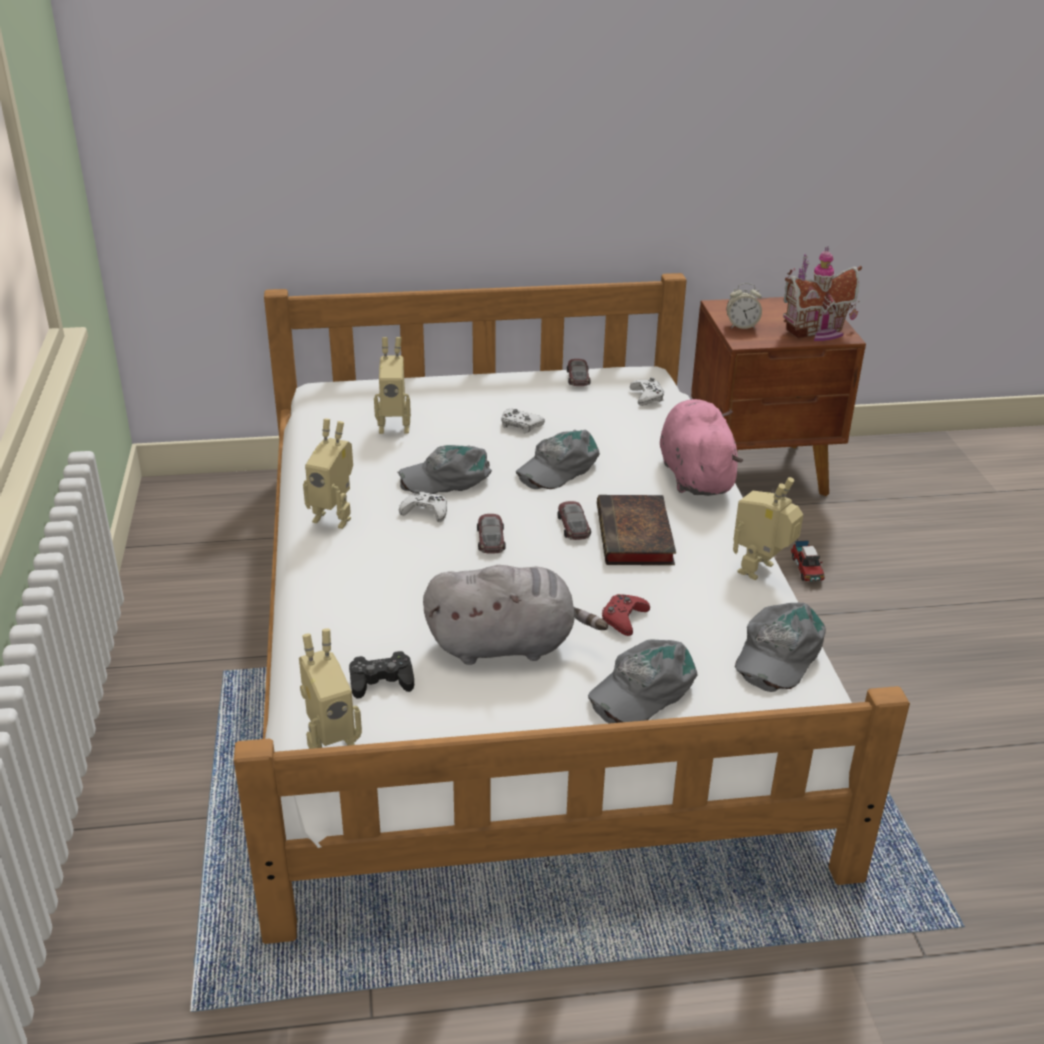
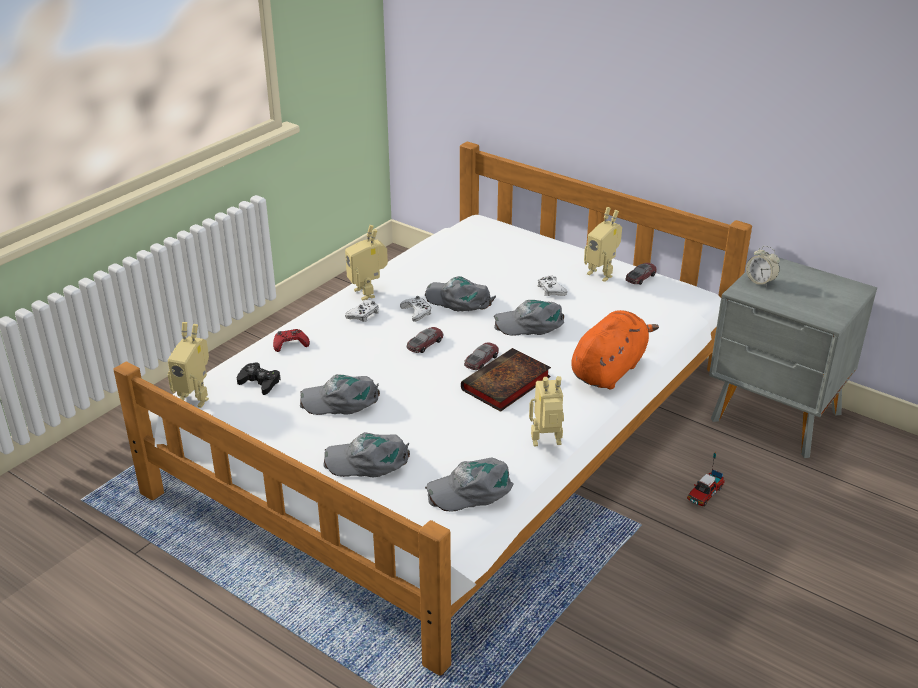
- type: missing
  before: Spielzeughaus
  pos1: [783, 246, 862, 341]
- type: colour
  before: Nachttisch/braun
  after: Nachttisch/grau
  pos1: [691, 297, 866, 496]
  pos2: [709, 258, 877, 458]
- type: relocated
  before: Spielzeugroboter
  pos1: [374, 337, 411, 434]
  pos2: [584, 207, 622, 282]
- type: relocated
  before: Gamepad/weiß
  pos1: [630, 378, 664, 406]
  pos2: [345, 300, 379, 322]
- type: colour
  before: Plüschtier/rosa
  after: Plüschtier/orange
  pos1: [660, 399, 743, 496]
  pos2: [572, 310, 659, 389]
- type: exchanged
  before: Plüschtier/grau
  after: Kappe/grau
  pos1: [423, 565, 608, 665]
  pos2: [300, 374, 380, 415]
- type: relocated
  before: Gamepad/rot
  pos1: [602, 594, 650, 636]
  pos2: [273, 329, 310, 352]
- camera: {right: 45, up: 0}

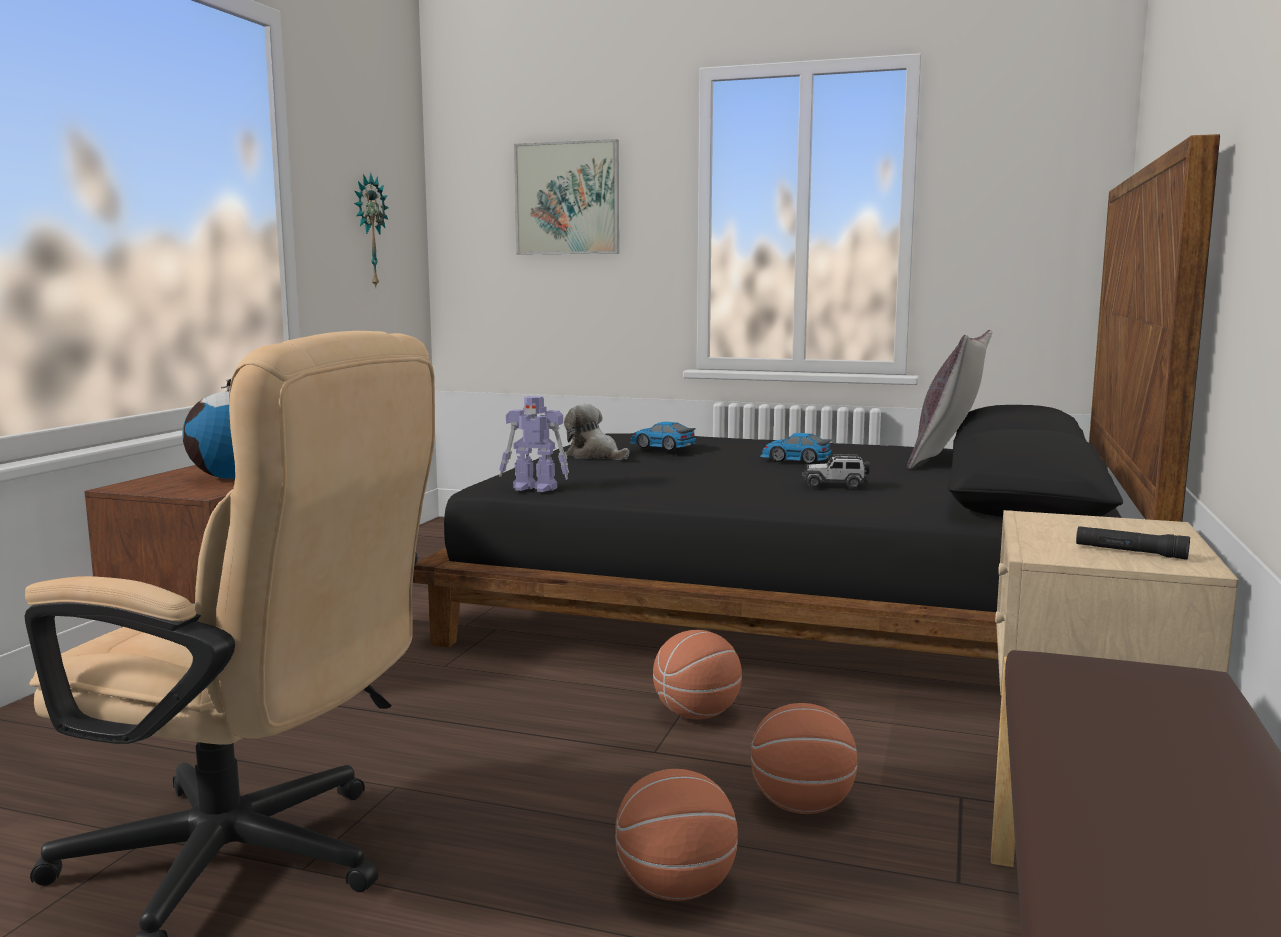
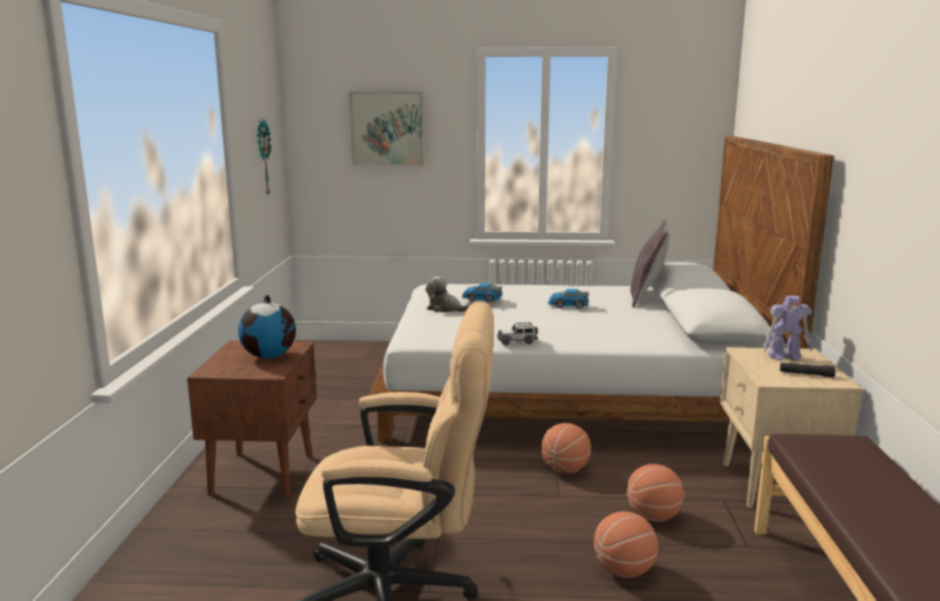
- type: colour
  before: Bett/schwarz
  after: Bett/weiß
  pos1: [413, 134, 1220, 660]
  pos2: [368, 136, 833, 442]
- type: relocated
  before: Spielzeugroboter
  pos1: [499, 396, 569, 492]
  pos2: [764, 296, 812, 361]
- type: relocated
  before: Spielzeugauto
  pos1: [802, 454, 870, 489]
  pos2: [497, 322, 538, 345]
- camera: {right: -15, up: 5}

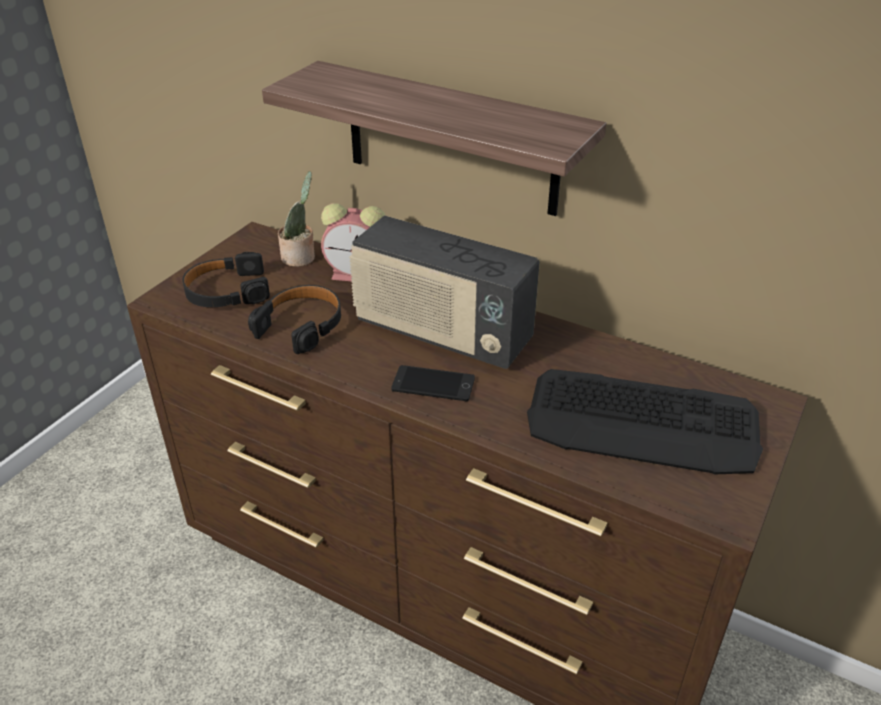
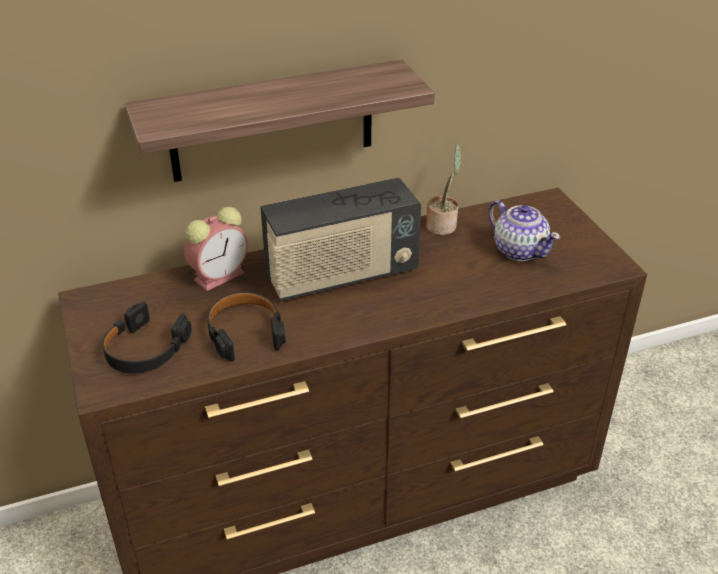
- type: relocated
  before: Topfpflanze
  pos1: [278, 171, 315, 267]
  pos2: [426, 144, 461, 235]
- type: missing
  before: Handy
  pos1: [391, 365, 475, 402]
- type: exchanged
  before: Tastatur
  after: Teekanne
  pos1: [527, 369, 763, 475]
  pos2: [488, 200, 560, 261]
- camera: {right: -50, up: 0}

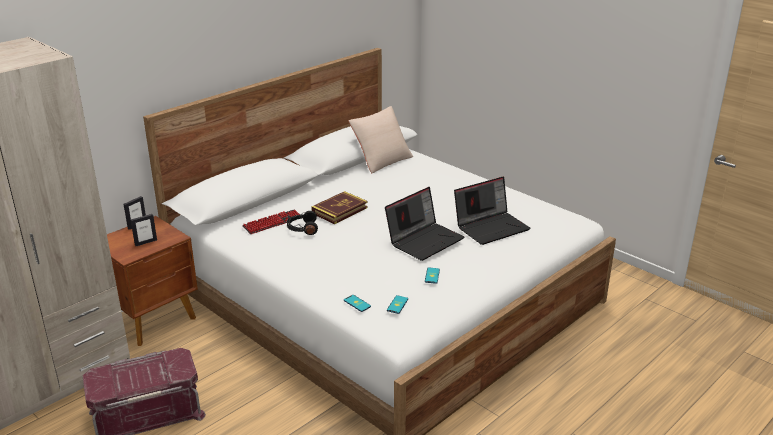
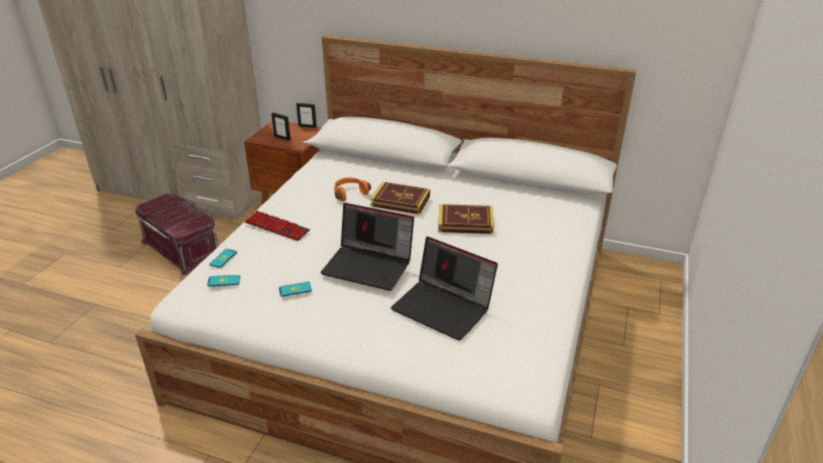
- type: missing
  before: Kissen/beige
  pos1: [349, 106, 413, 173]
- type: relocated
  before: Tastatur
  pos1: [242, 209, 300, 234]
  pos2: [245, 211, 310, 241]
- type: colour
  before: Kopfhörer/schwarz
  after: Kopfhörer/orange
  pos1: [287, 211, 318, 235]
  pos2: [334, 178, 371, 201]
- type: appeared
  after: Buch
  pos2: [438, 204, 494, 234]
- camera: {right: 65, up: 5}

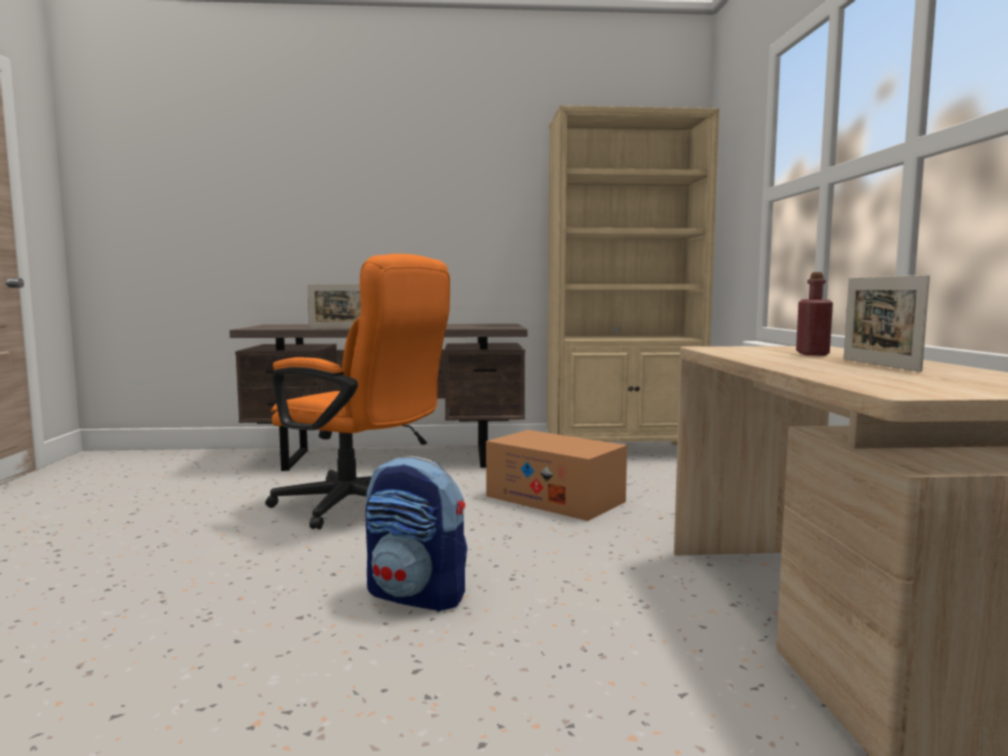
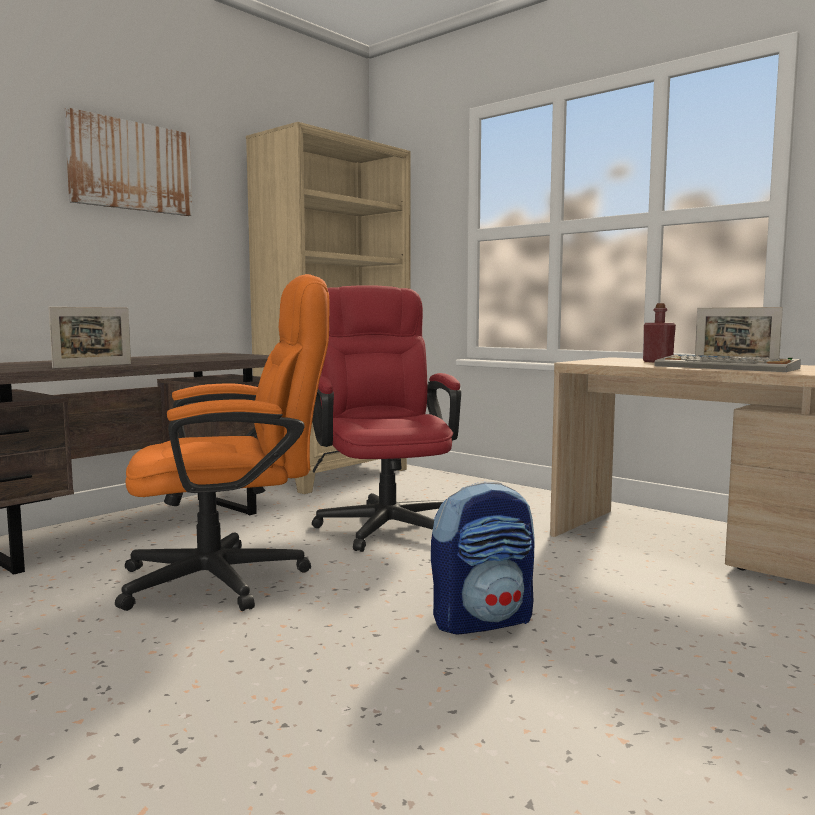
- type: exchanged
  before: Karton
  after: Bürostuhl/rot
  pos1: [486, 430, 627, 521]
  pos2: [312, 285, 461, 552]
- type: appeared
  after: Bild
  pos2: [64, 107, 192, 216]
- type: appeared
  after: Tastatur
  pos2: [654, 354, 801, 372]
- camera: {right: -45, up: 0}

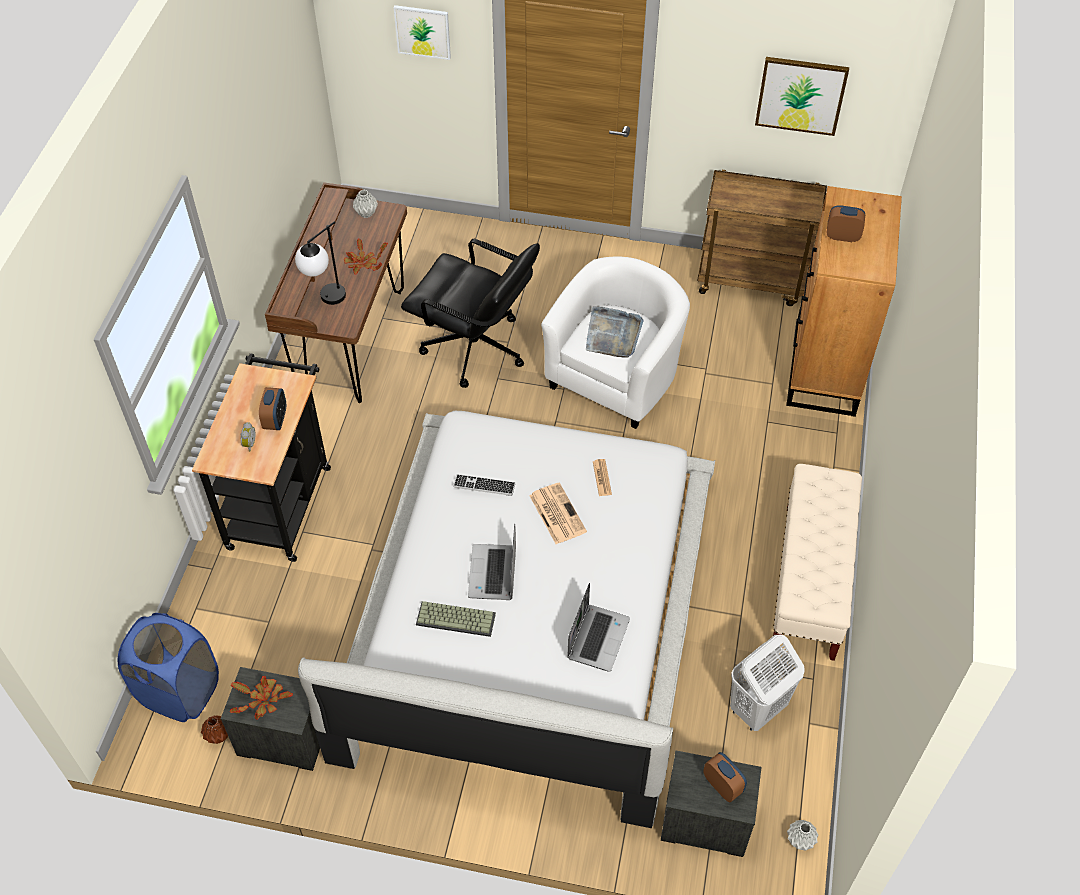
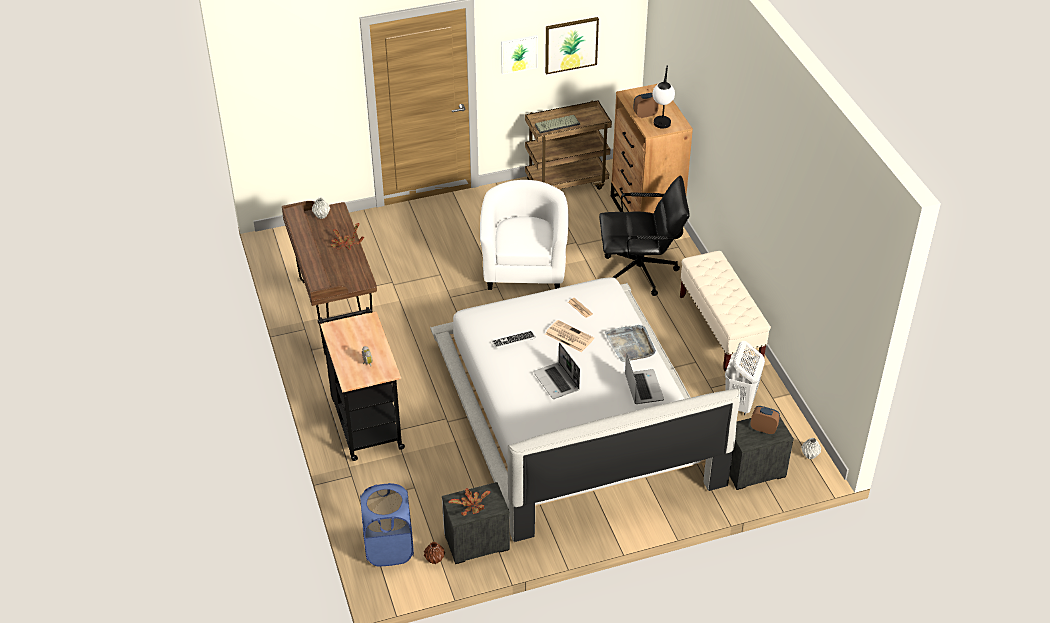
- type: relocated
  before: Bild
  pos1: [394, 5, 451, 60]
  pos2: [501, 35, 538, 75]
- type: relocated
  before: Tischlampe
  pos1: [295, 221, 346, 305]
  pos2: [652, 65, 675, 129]
- type: relocated
  before: Bürostuhl/schwarz
  pos1: [401, 239, 540, 388]
  pos2: [599, 176, 690, 296]
- type: relocated
  before: Tablett/grau
  pos1: [586, 306, 644, 358]
  pos2: [605, 325, 656, 362]
- type: missing
  before: Wecker
  pos1: [259, 387, 286, 430]
- type: relocated
  before: Tastatur
  pos1: [416, 601, 496, 637]
  pos2: [535, 115, 580, 134]
- camera: {right: -30, up: -10}

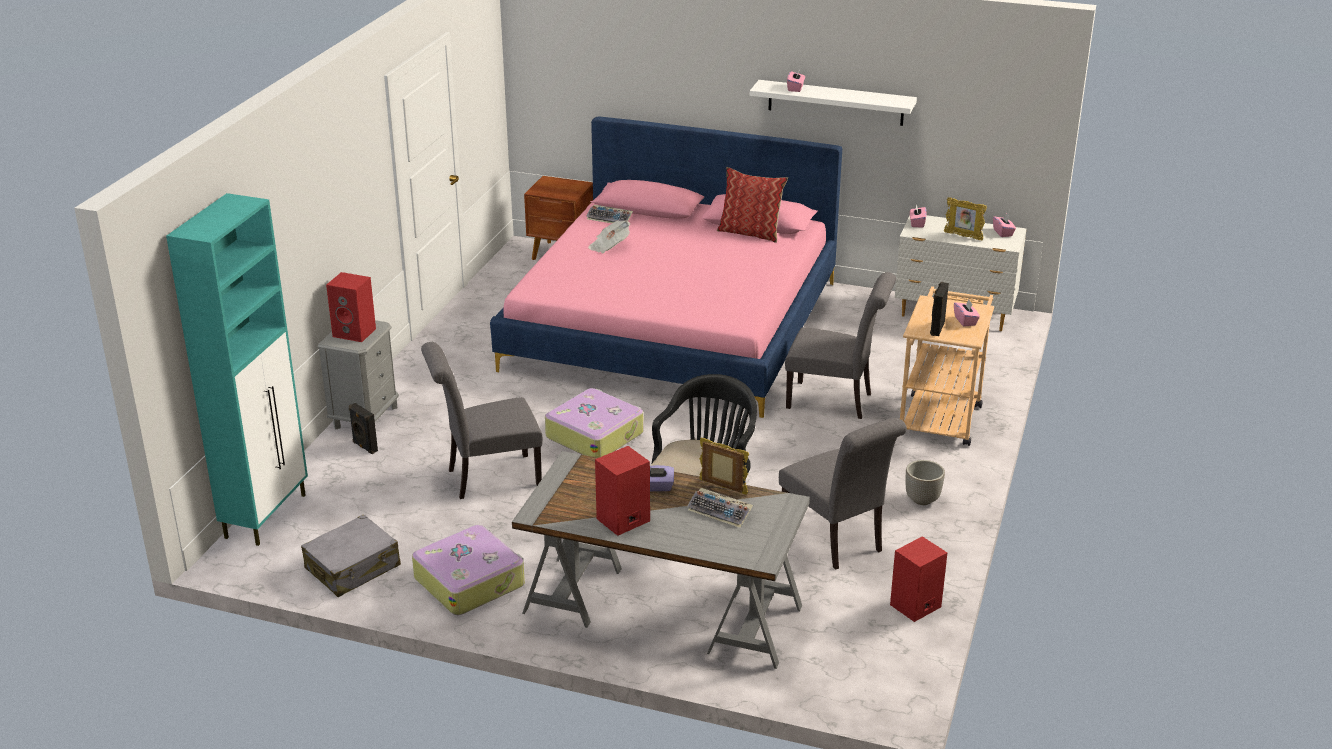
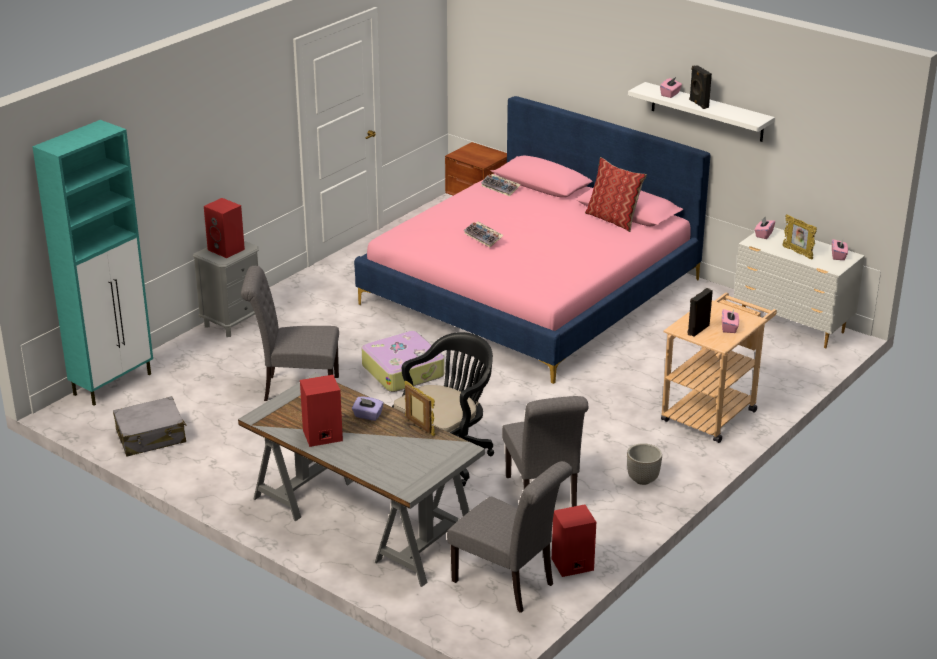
- type: missing
  before: Zeitung
  pos1: [588, 221, 630, 253]
- type: relocated
  before: Stuhl/grau
  pos1: [785, 272, 896, 419]
  pos2: [447, 461, 573, 613]
- type: relocated
  before: Lautsprecher/schwarz
  pos1: [349, 403, 378, 454]
  pos2: [689, 65, 712, 109]
- type: relocated
  before: Tastatur
  pos1: [687, 488, 753, 528]
  pos2: [463, 221, 504, 247]
- type: missing
  before: Koffer
  pos1: [412, 525, 525, 615]
- camera: {right: 20, up: 0}

